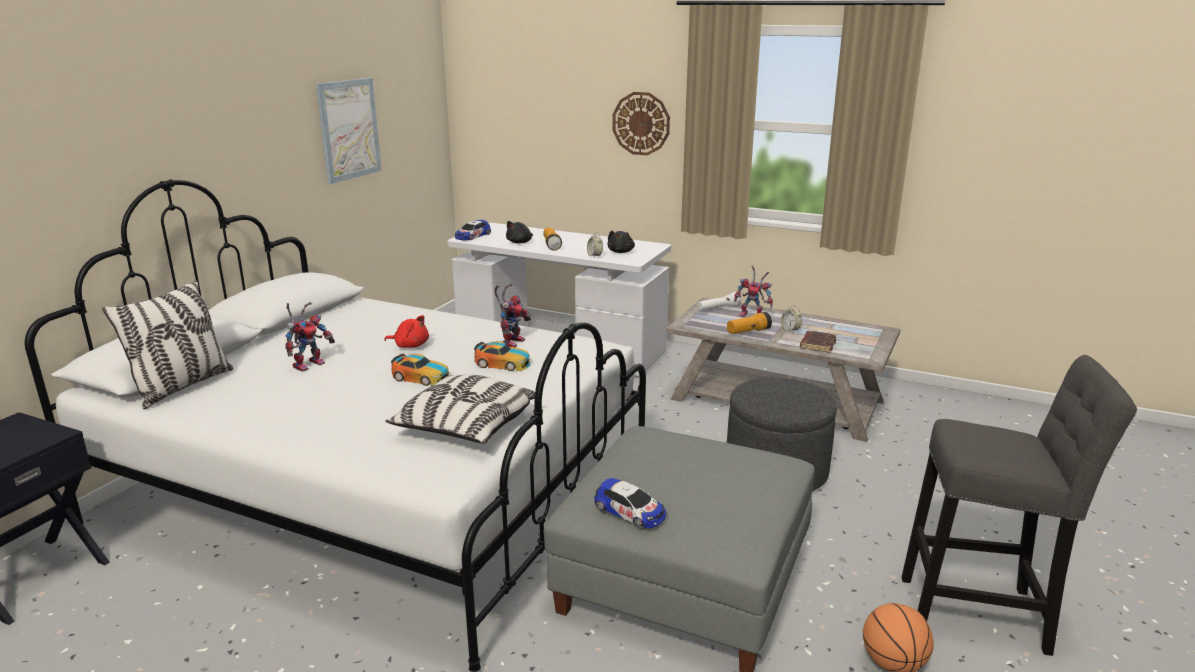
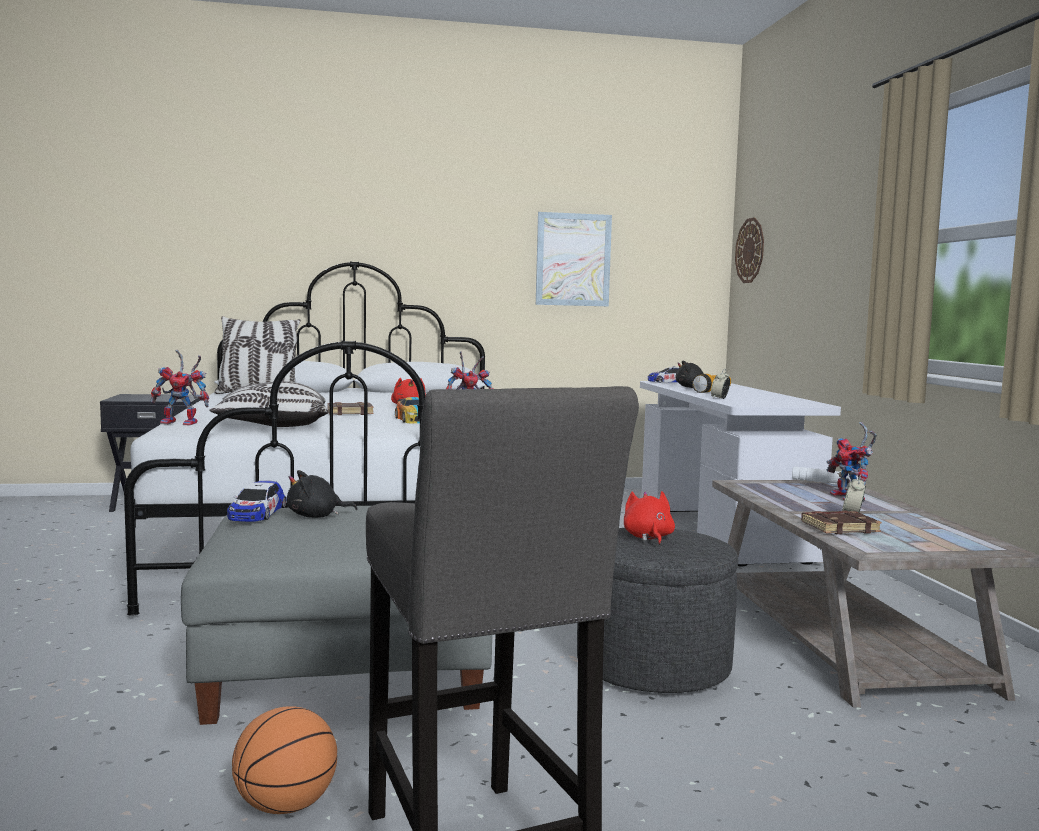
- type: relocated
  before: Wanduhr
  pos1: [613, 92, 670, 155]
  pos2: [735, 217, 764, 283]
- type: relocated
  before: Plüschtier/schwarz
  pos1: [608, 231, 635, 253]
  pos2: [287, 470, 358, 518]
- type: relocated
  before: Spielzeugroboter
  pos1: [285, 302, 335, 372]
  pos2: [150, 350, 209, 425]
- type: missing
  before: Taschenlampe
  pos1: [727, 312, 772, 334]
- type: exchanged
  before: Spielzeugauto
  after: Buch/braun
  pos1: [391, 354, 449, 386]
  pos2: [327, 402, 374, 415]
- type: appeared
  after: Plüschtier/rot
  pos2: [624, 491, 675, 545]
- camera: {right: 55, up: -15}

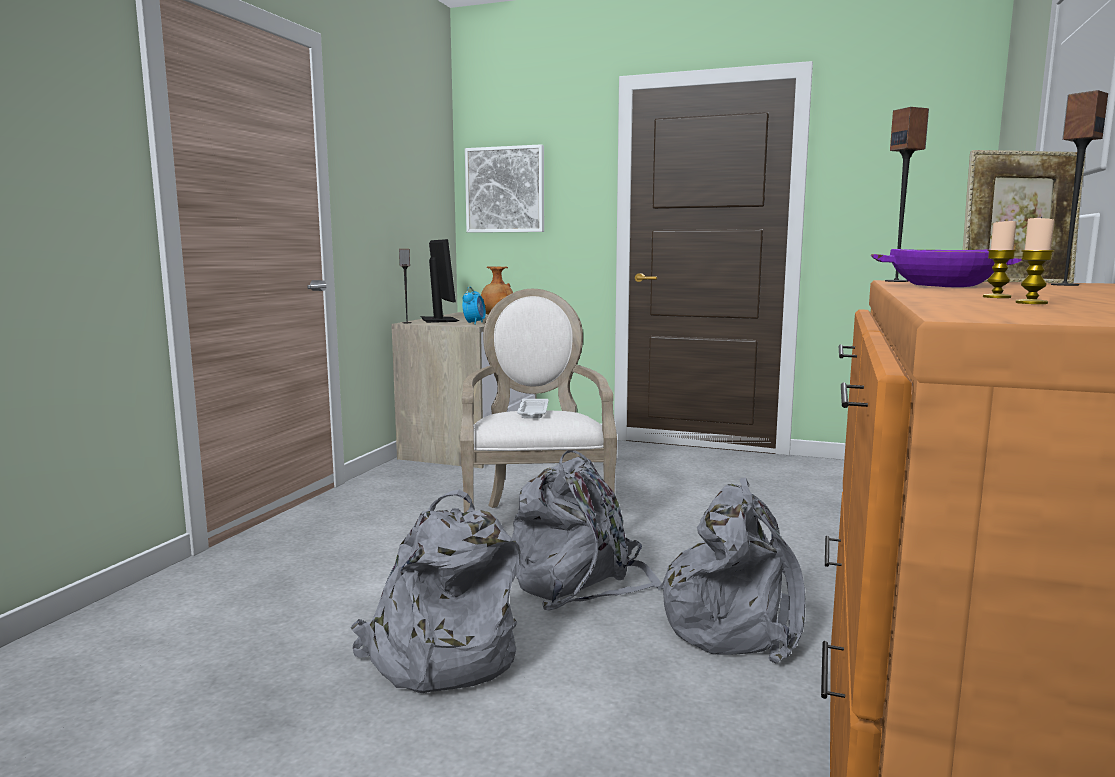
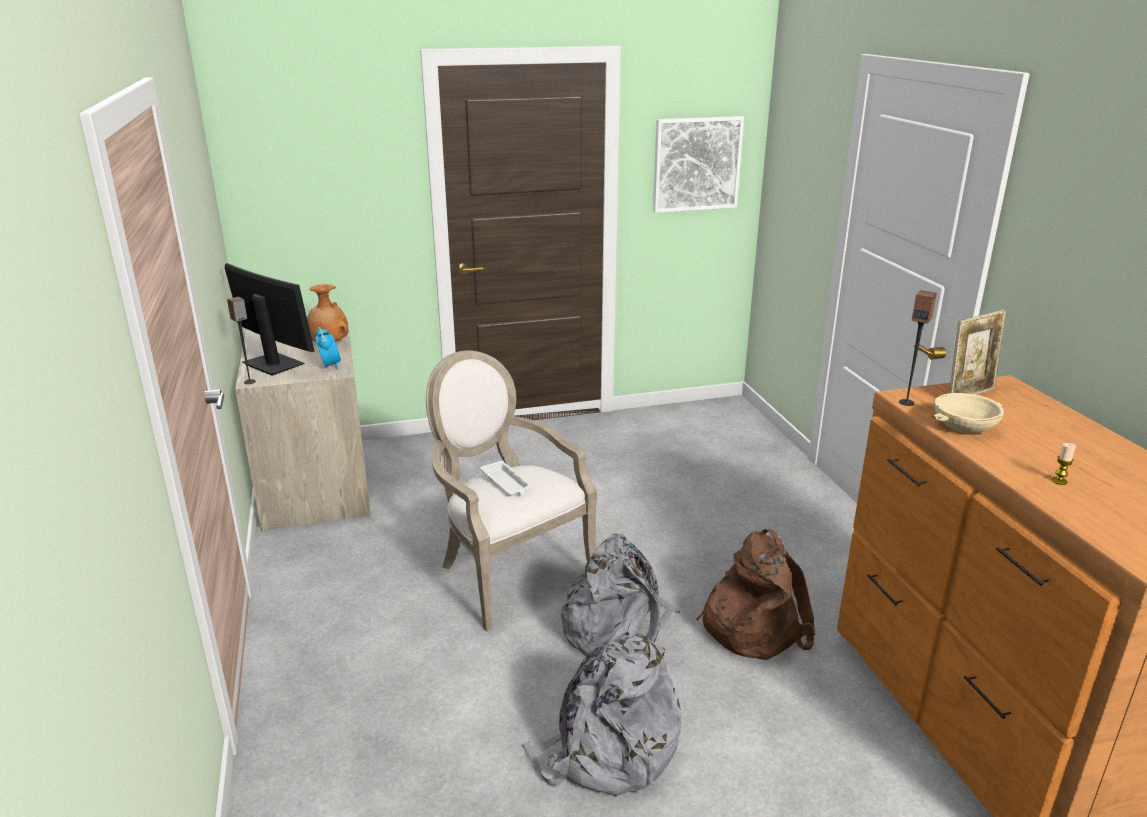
- type: missing
  before: Lautsprecher
  pos1: [1051, 90, 1108, 286]
- type: relocated
  before: Bild
  pos1: [465, 144, 544, 233]
  pos2: [653, 116, 744, 213]
- type: missing
  before: Kerze
  pos1: [1016, 217, 1055, 304]
- type: colour
  before: Schüssel/lila
  after: Schüssel/beige
  pos1: [870, 249, 1022, 287]
  pos2: [932, 393, 1004, 434]
- type: colour
  before: Rucksack/grau
  after: Rucksack/braun
  pos1: [658, 477, 805, 663]
  pos2: [697, 529, 815, 660]
- camera: {right: -35, up: 15}

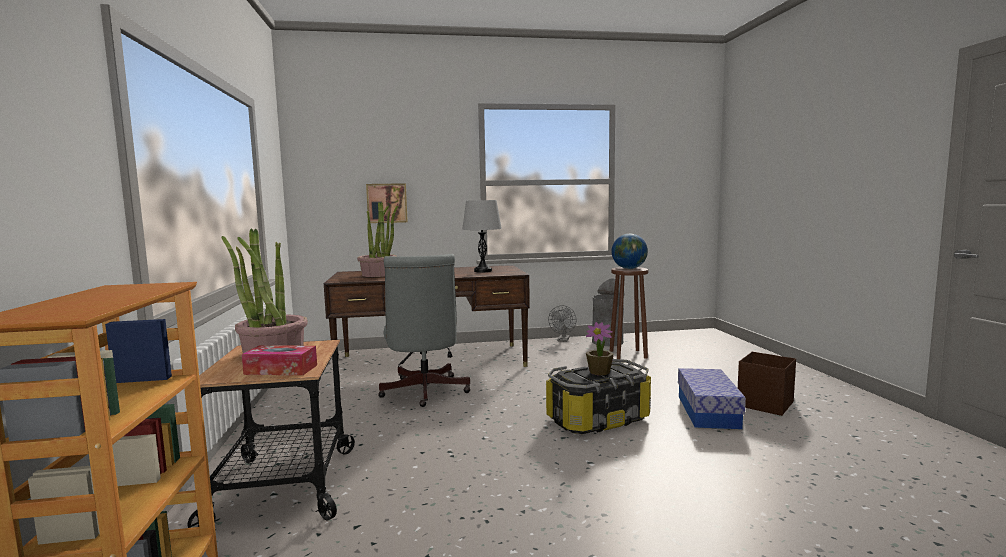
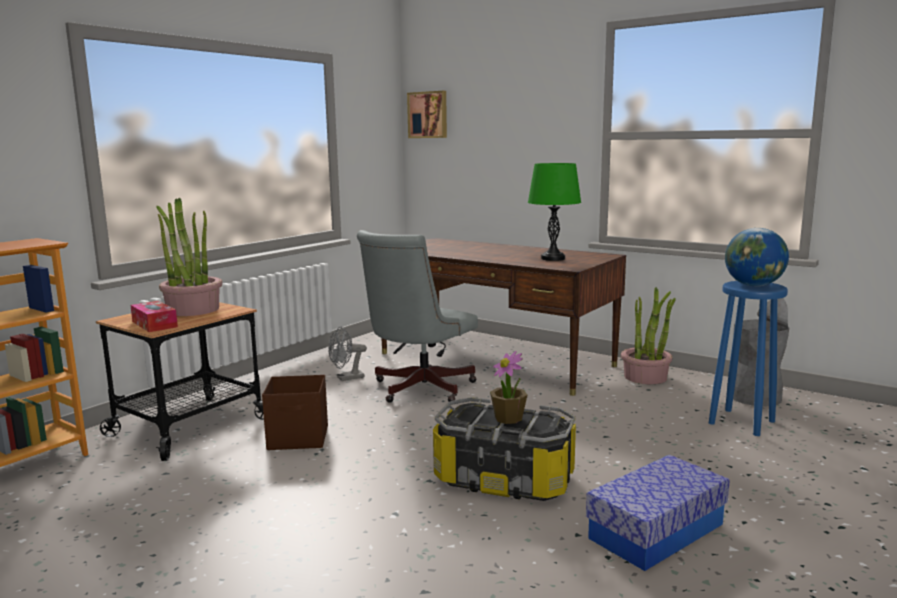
- type: relocated
  before: Bild
  pos1: [366, 183, 408, 223]
  pos2: [407, 91, 447, 138]
- type: colour
  before: Tischlampe/grau
  after: Tischlampe/grün
  pos1: [462, 200, 502, 272]
  pos2: [528, 163, 581, 261]
- type: relocated
  before: Topfpflanze
  pos1: [357, 202, 398, 277]
  pos2: [621, 287, 676, 384]
- type: colour
  before: Hocker/braun
  after: Hocker/blau
  pos1: [610, 267, 649, 359]
  pos2: [709, 281, 788, 436]
- type: relocated
  before: Ventilator/grau
  pos1: [548, 305, 576, 342]
  pos2: [328, 327, 367, 381]
- type: relocated
  before: Aufbewahrungsbox/braun
  pos1: [738, 352, 796, 416]
  pos2: [262, 375, 328, 450]
- camera: {right: 45, up: 5}

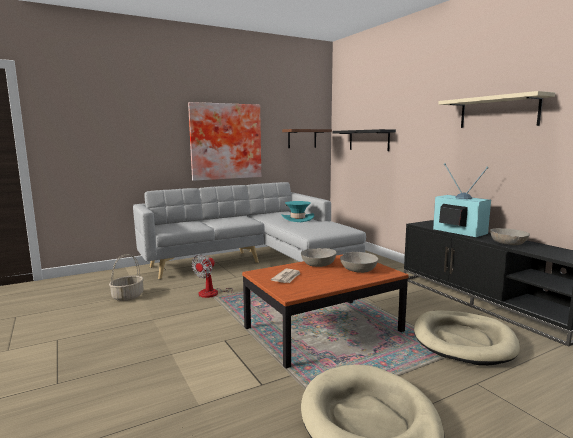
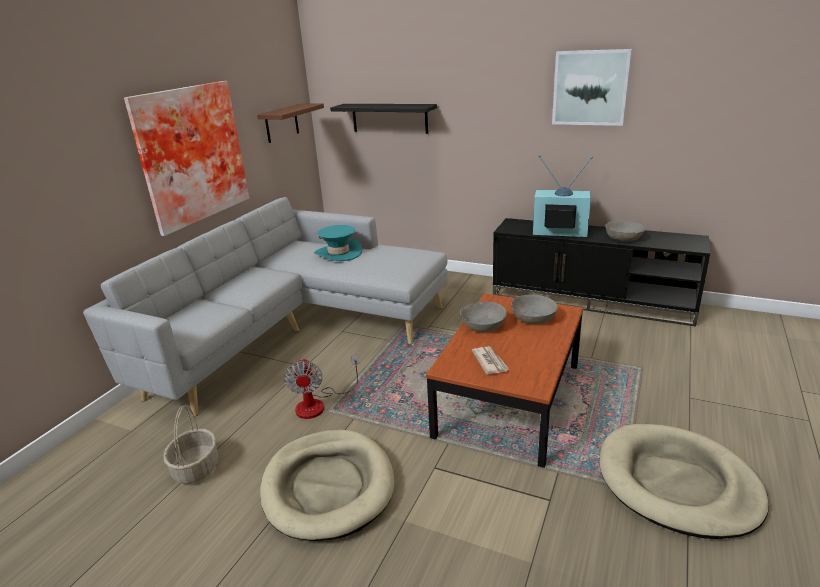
- type: exchanged
  before: Wandregal/beige
  after: Bild
  pos1: [438, 91, 555, 128]
  pos2: [552, 49, 632, 126]
- type: relocated
  before: Hundebett/beige
  pos1: [414, 311, 520, 366]
  pos2: [260, 430, 395, 541]
- camera: {right: -35, up: 15}

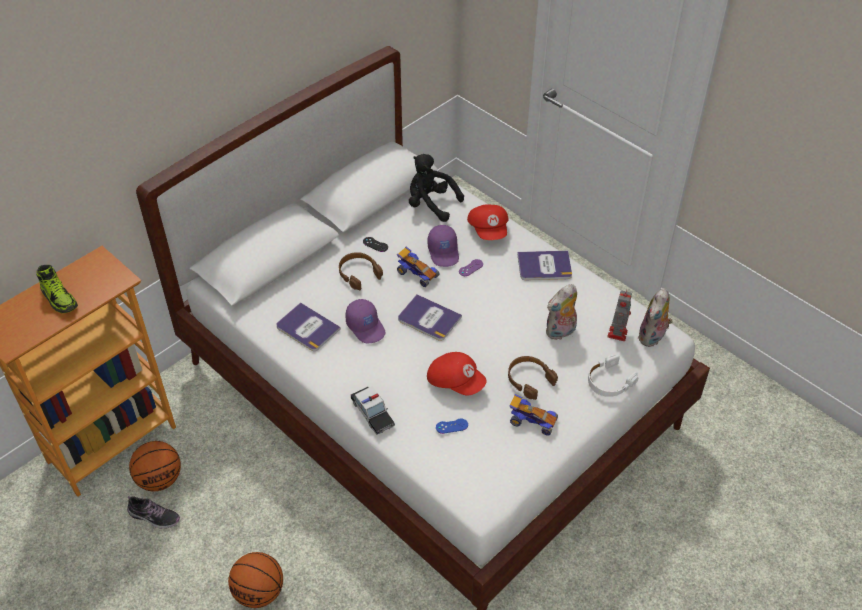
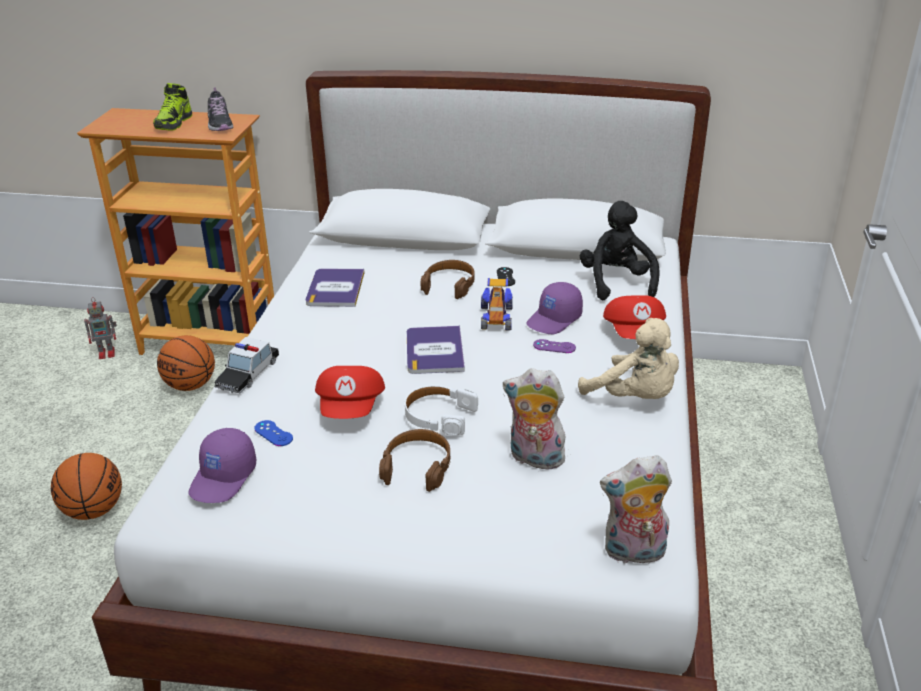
- type: spun
  before: Kappe/rot
  pos1: [467, 205, 509, 240]
  pos2: [603, 295, 666, 339]
  turn: -45
- type: exchanged
  before: Buch
  after: Plüschtier/beige
  pos1: [517, 251, 572, 280]
  pos2: [578, 318, 679, 399]
- type: relocated
  before: Spielzeugroboter
  pos1: [607, 289, 632, 341]
  pos2: [84, 297, 117, 359]
- type: relocated
  before: Kappe/lila
  pos1: [345, 299, 386, 344]
  pos2: [189, 428, 256, 503]
- type: relocated
  before: Kopfhörer/weiß
  pos1: [588, 354, 638, 397]
  pos2: [405, 386, 478, 436]
- type: missing
  before: Spielzeugauto
  pos1: [510, 394, 558, 436]
- type: relocated
  before: Schuh
  pos1: [128, 496, 180, 529]
  pos2: [208, 87, 233, 131]
- camera: {right: 55, up: -15}

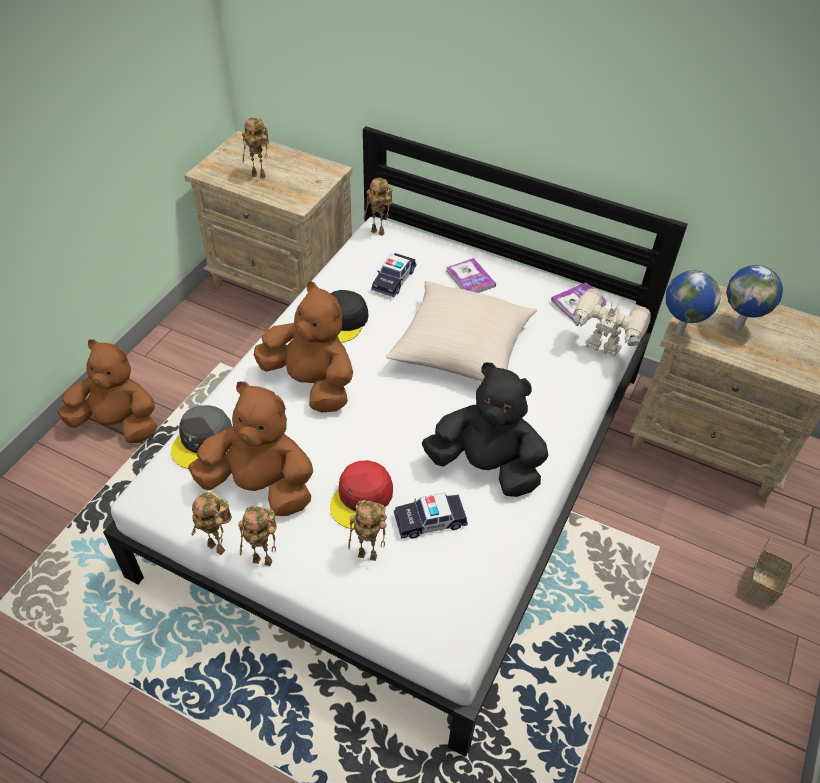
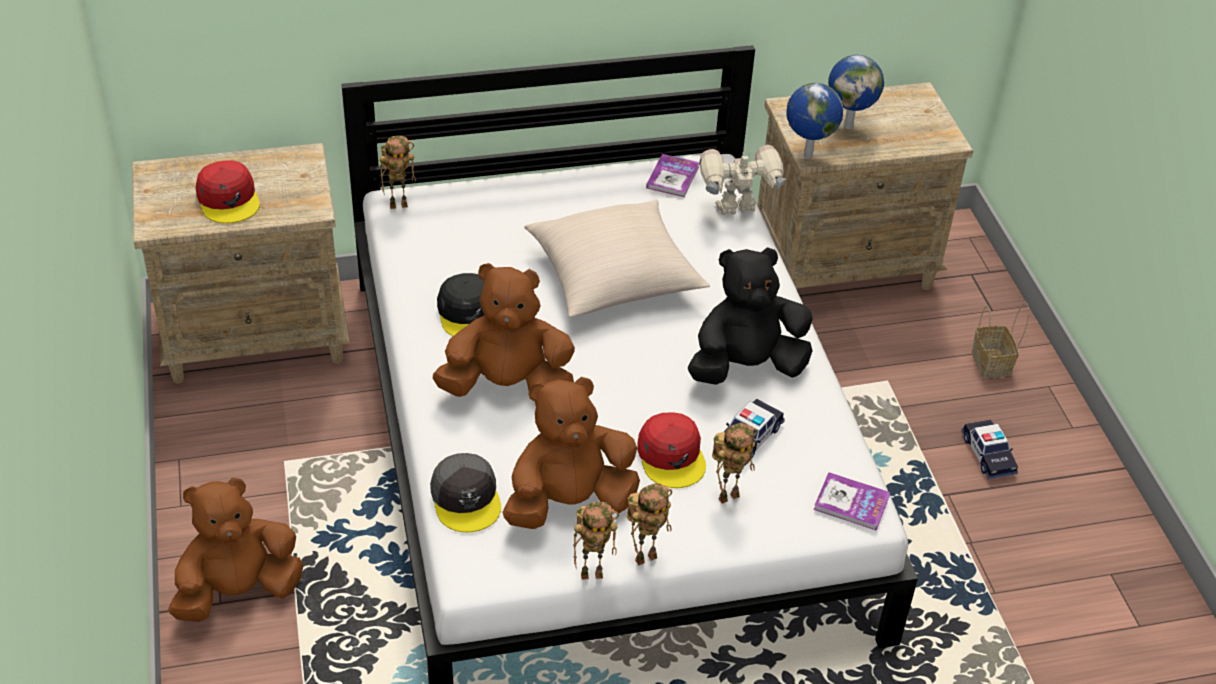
- type: exchanged
  before: Spielzeugroboter
  after: Kappe/rot
  pos1: [242, 118, 269, 179]
  pos2: [195, 160, 260, 223]
- type: relocated
  before: Spielzeugauto
  pos1: [371, 253, 417, 297]
  pos2: [961, 419, 1018, 479]
- type: relocated
  before: Buch
  pos1: [446, 258, 496, 293]
  pos2: [814, 472, 890, 530]
- camera: {right: -40, up: -5}

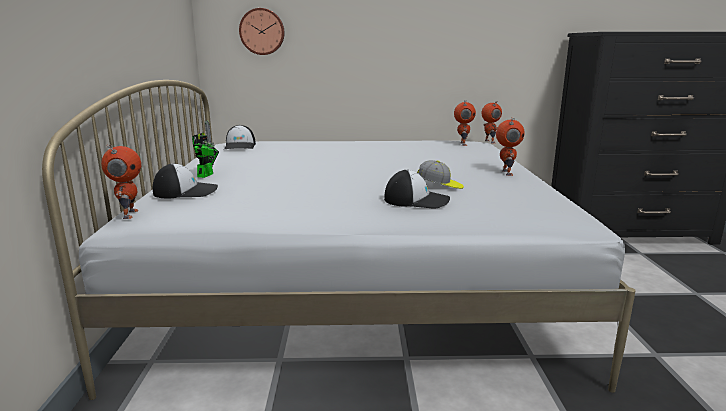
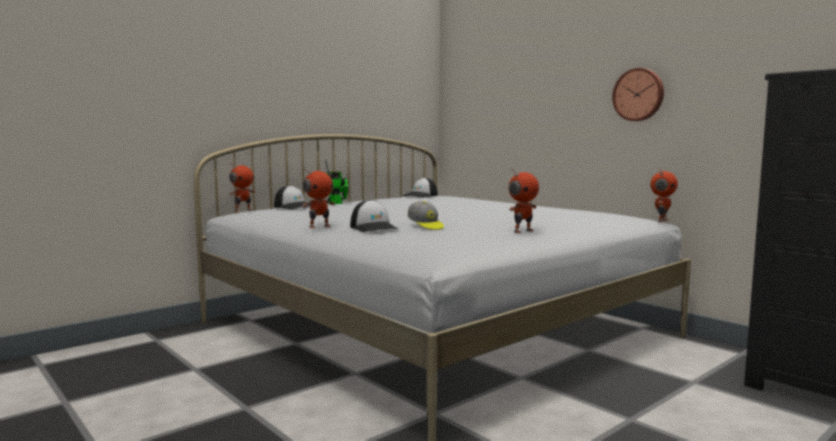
- type: relocated
  before: Wanduhr
  pos1: [239, 8, 285, 55]
  pos2: [612, 68, 664, 121]
- type: relocated
  before: Spielzeugroboter
  pos1: [454, 100, 476, 146]
  pos2: [302, 168, 335, 228]
- camera: {right: 50, up: -10}

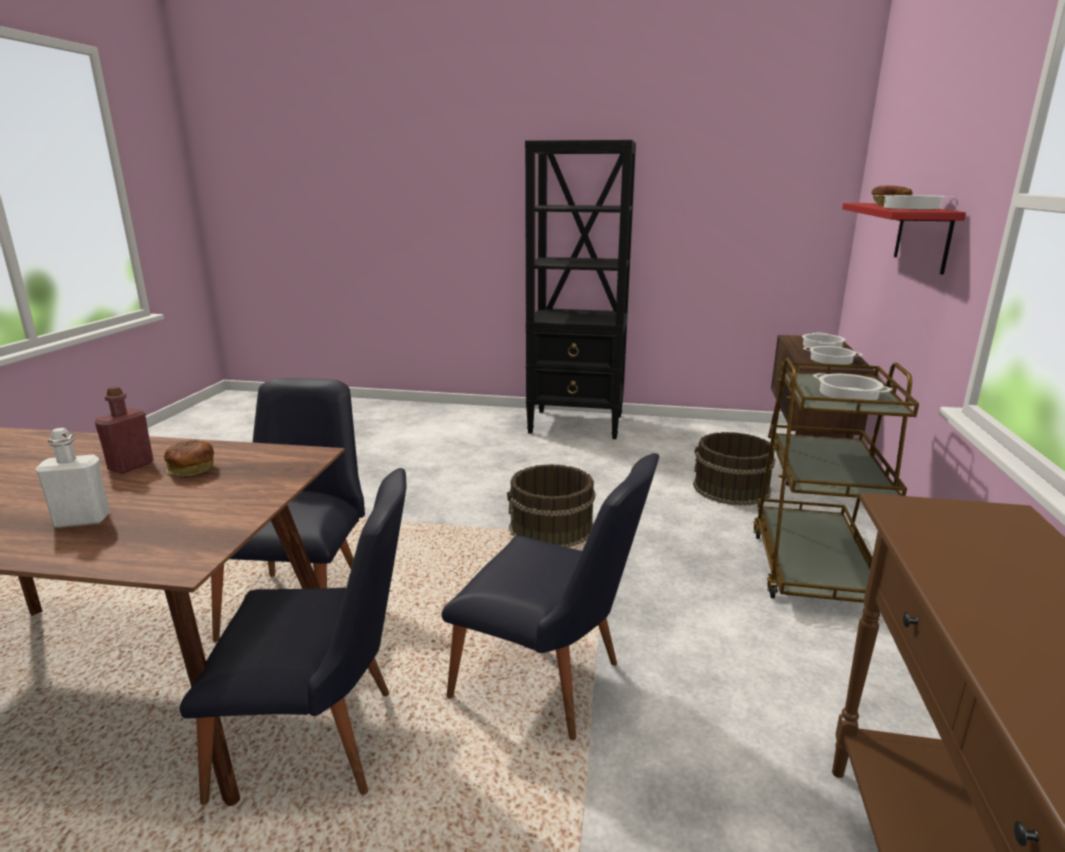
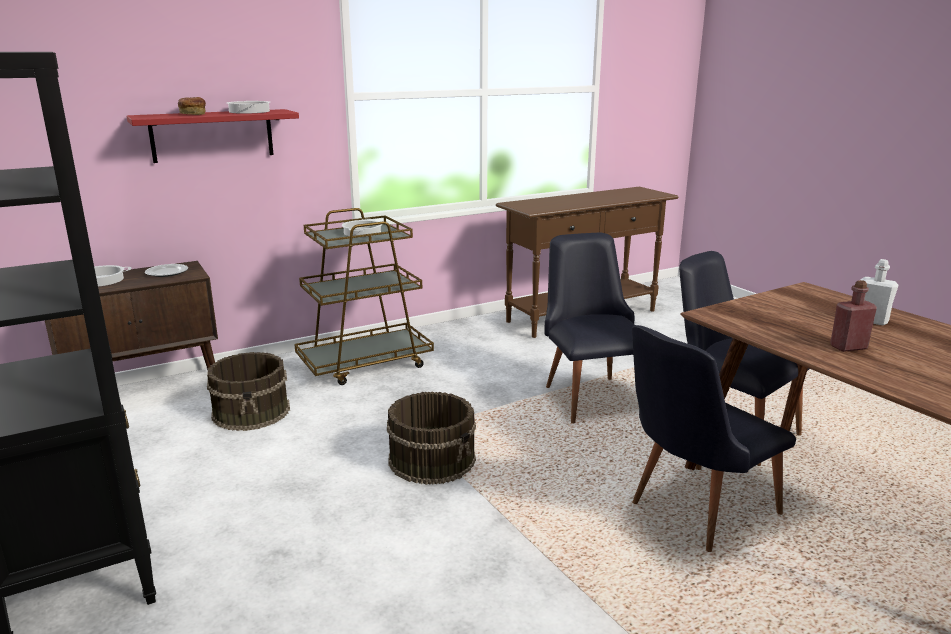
- type: exchanged
  before: Kochtopf
  after: Teller
  pos1: [803, 346, 863, 365]
  pos2: [145, 264, 188, 277]
- type: missing
  before: Brot
  pos1: [164, 440, 214, 476]
- camera: {right: -130, up: 0}

